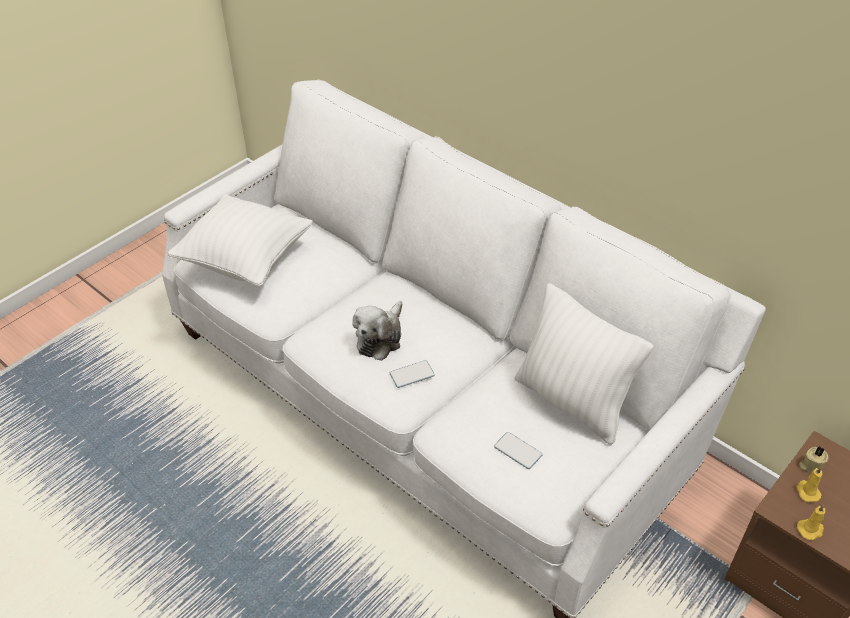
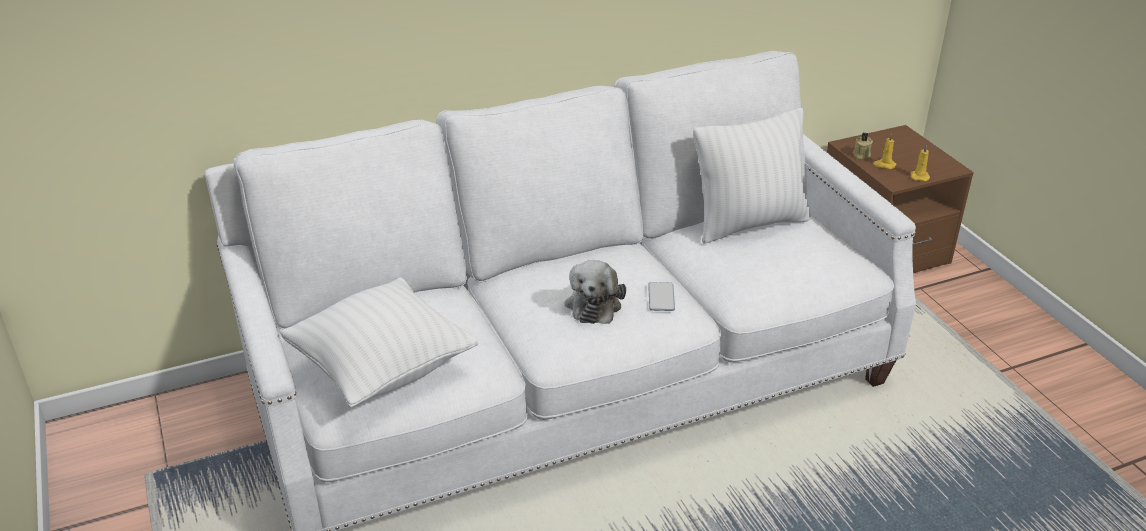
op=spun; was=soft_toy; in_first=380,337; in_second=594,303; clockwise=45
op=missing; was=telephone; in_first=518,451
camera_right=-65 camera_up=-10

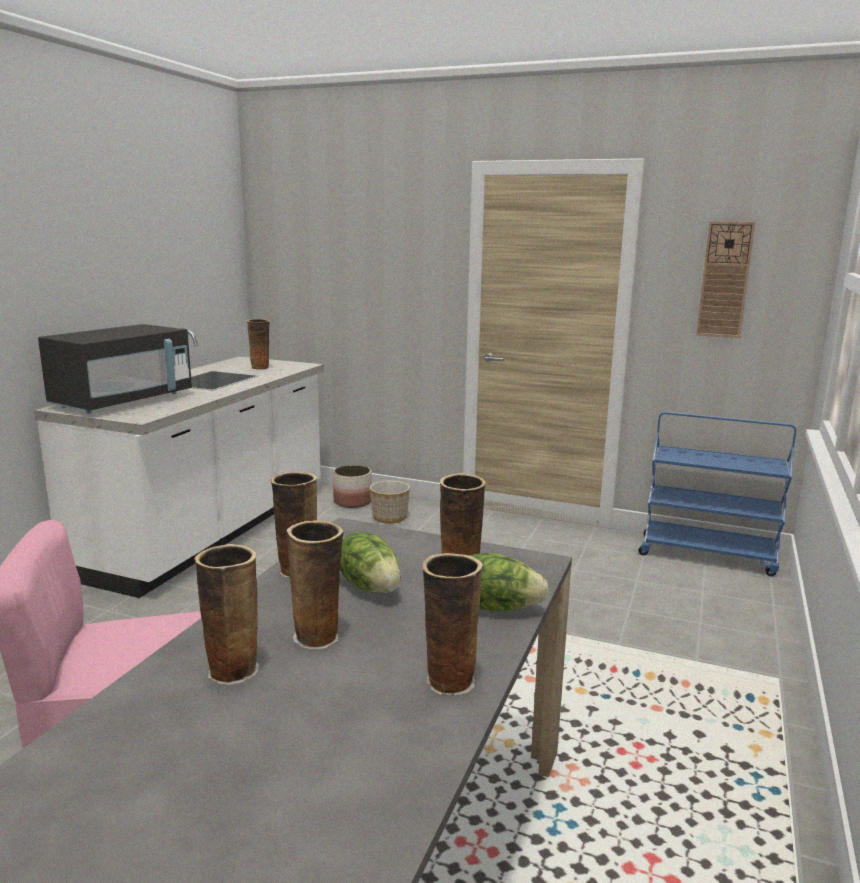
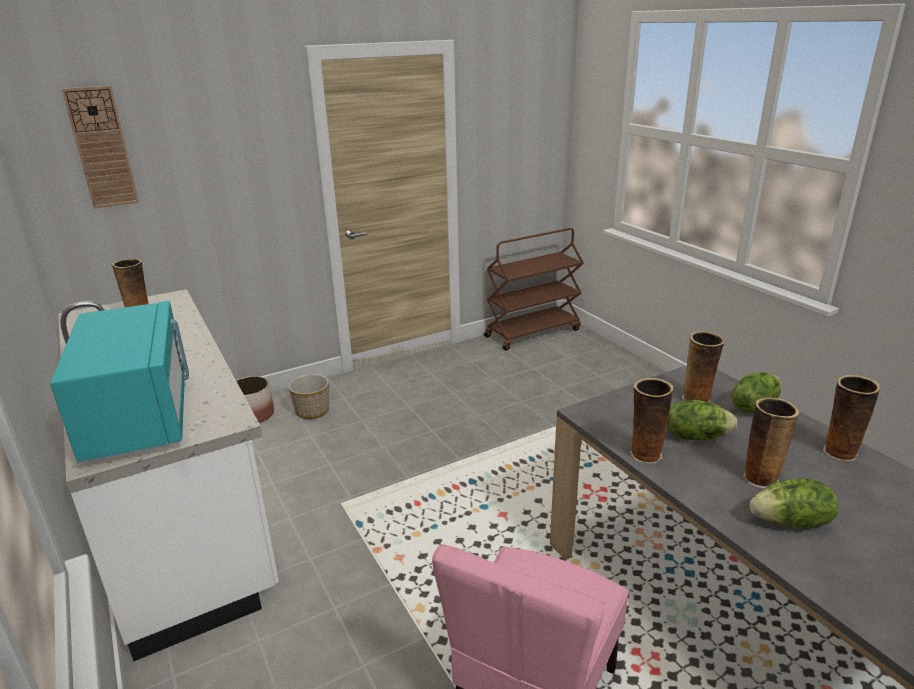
op=colour; was=blackish_kitchen_microwave; now=blue-green_kitchen_microwave; in_first=123,401; in_second=140,416
op=exchanged; was=vase; now=head_of_lettuce; in_first=233,669; in_second=791,523
op=colour; was=bluish_trolley; now=brownish_trolley; in_first=708,555; in_second=532,333
op=relocated; was=clock_on_the_wall; in_first=724,280; in_second=102,148
camera_right=-50 camera_up=10

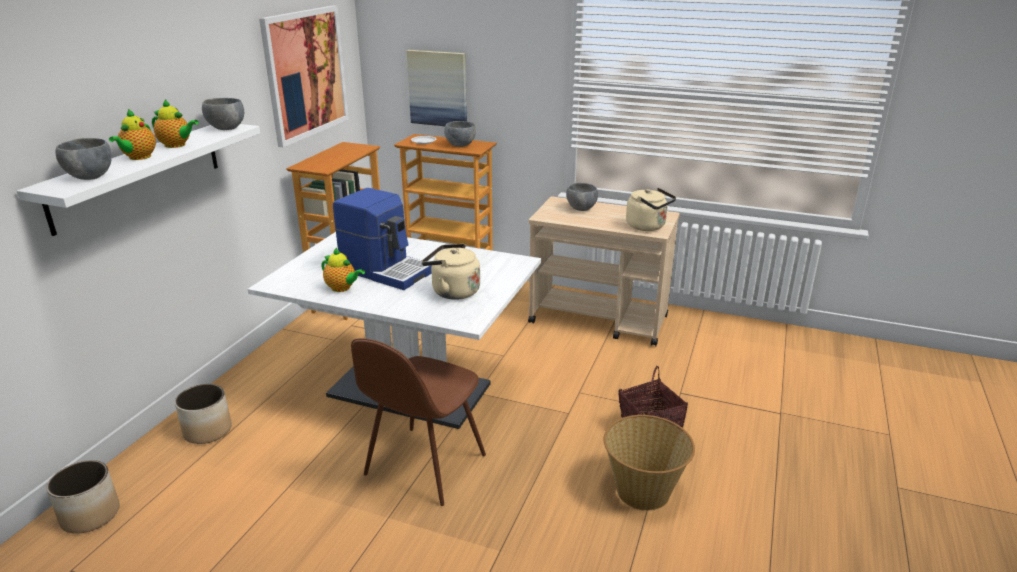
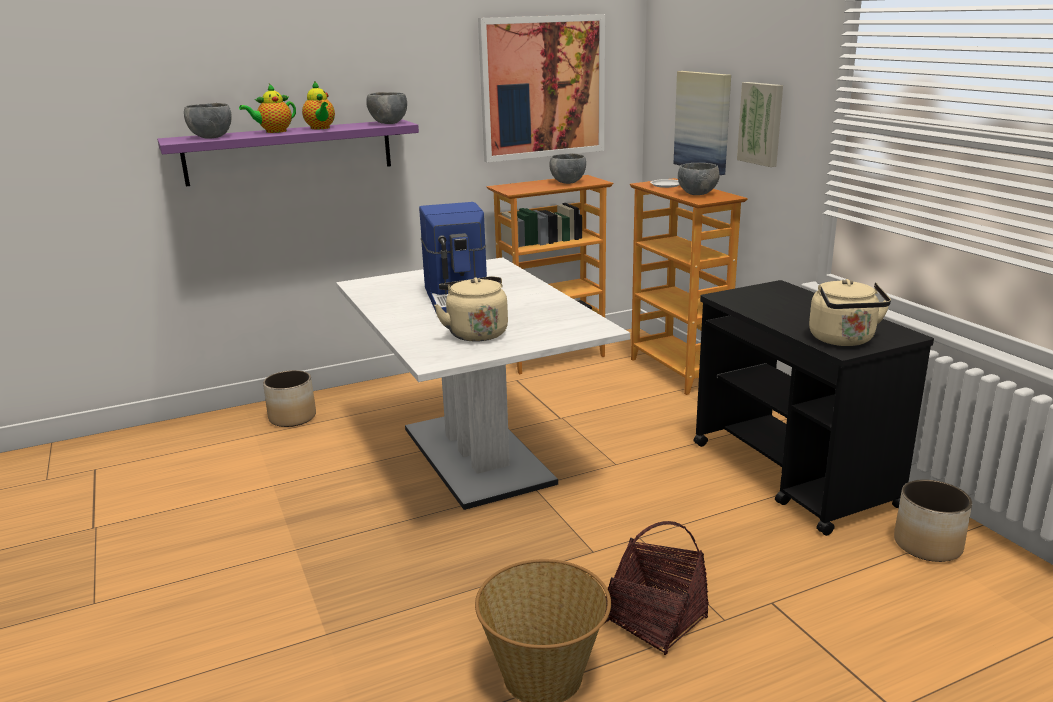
op=colour; was=white-coloured_bracket_shelf; now=purple-coloured_bracket_shelf; in_first=138,174; in_second=289,152
op=relocated; was=plant_pot; in_first=91,515; in_second=928,545
op=missing; was=pot_for_tea; in_first=342,288
op=missing; was=brownish_upright_chair; in_first=423,467
op=colour; was=sand-coloured_trolley; now=blackish_trolley; in_first=599,320; in_second=793,475
op=relocated; was=gray_deep_dish; in_first=581,209; in_second=567,182
op=appeared; now=wall_picture; in_second=762,123
camera_right=45 camera_up=-5

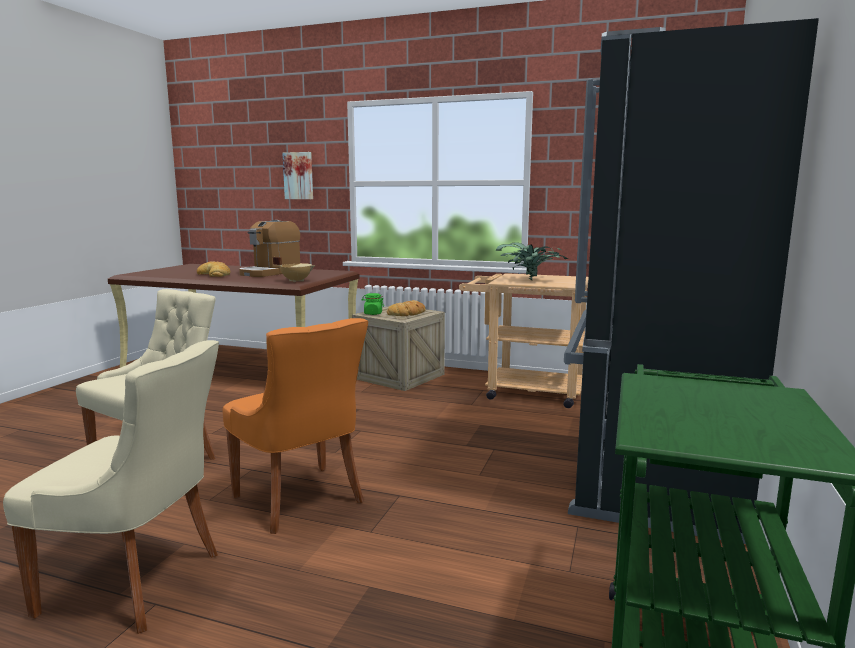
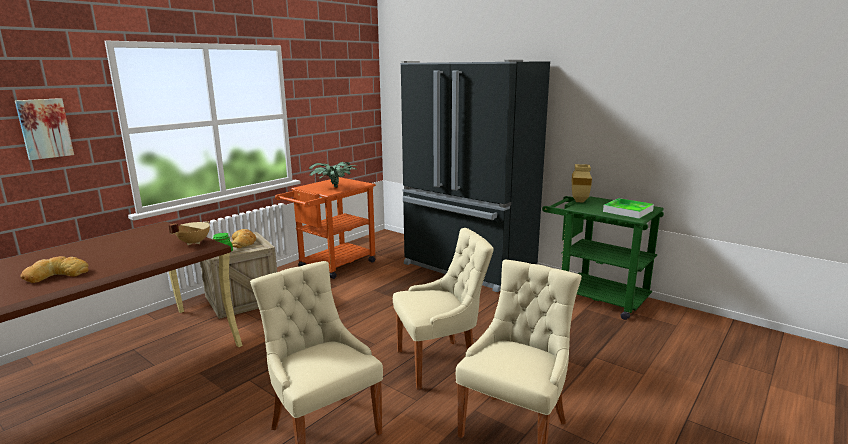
op=colour; was=orange_upright_chair; now=sand-coloured_upright_chair; in_first=301,500; in_second=440,362
op=missing; was=coffee_machine; in_first=270,272
op=colour; was=sand-coloured_trolley; now=orange_trolley; in_first=524,391; in_second=332,266
op=appeared; now=sand-coloured_vase; in_second=580,201
op=appeared; now=serving_tray; in_second=628,211
camera_right=-70 camera_up=5

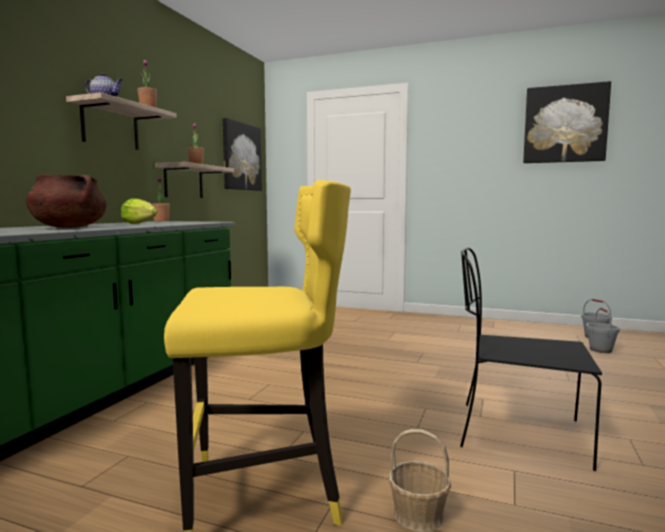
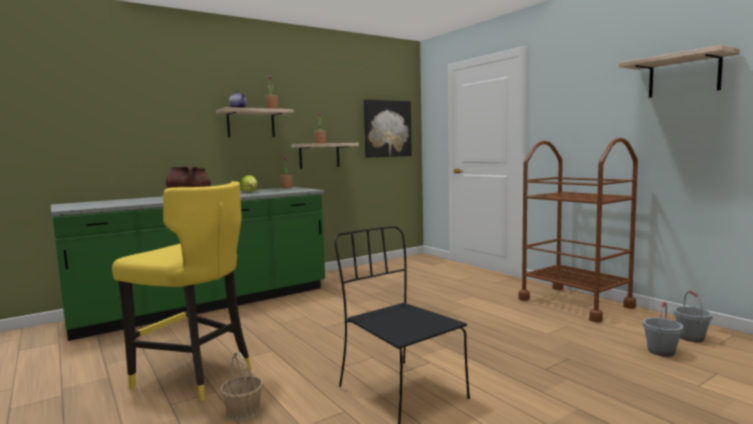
op=exchanged; was=wall_picture; now=bracket_shelf; in_first=565,124; in_second=684,76
op=appeared; now=brownish_trolley; in_second=575,303
camera_right=35 camera_up=0

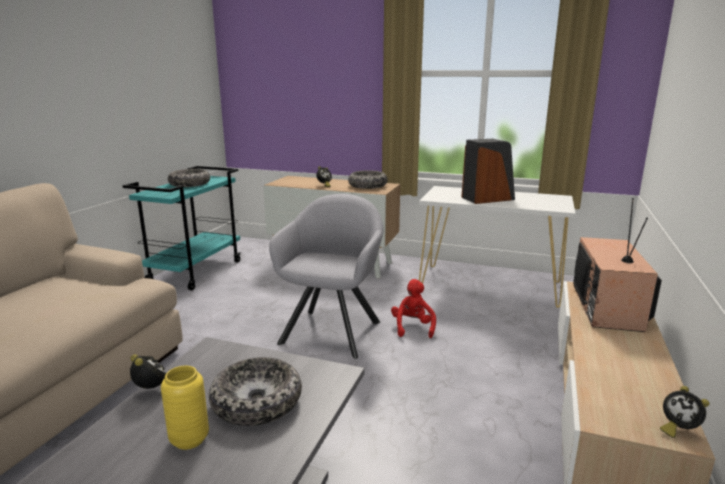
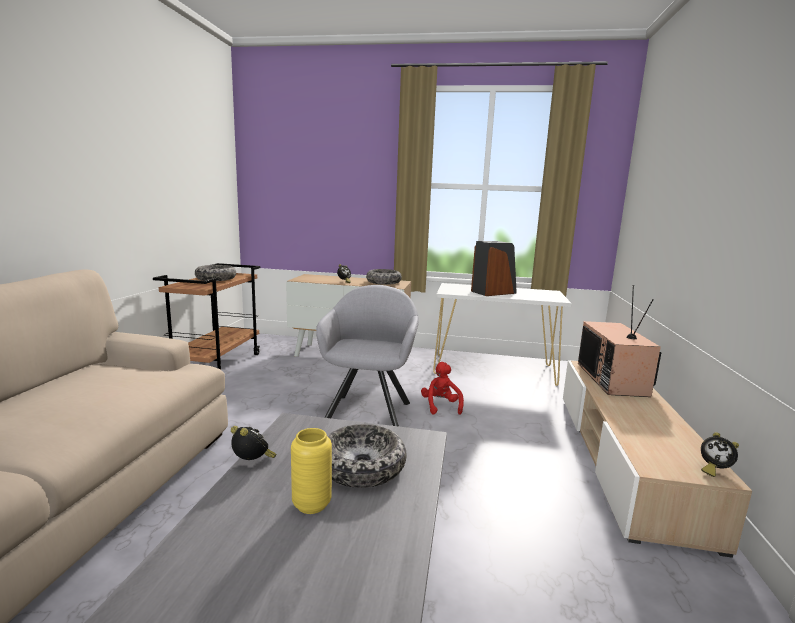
op=colour; was=blue-green_trolley; now=brownish_trolley; in_first=196,271; in_second=217,364
camera_right=-10 camera_up=-5

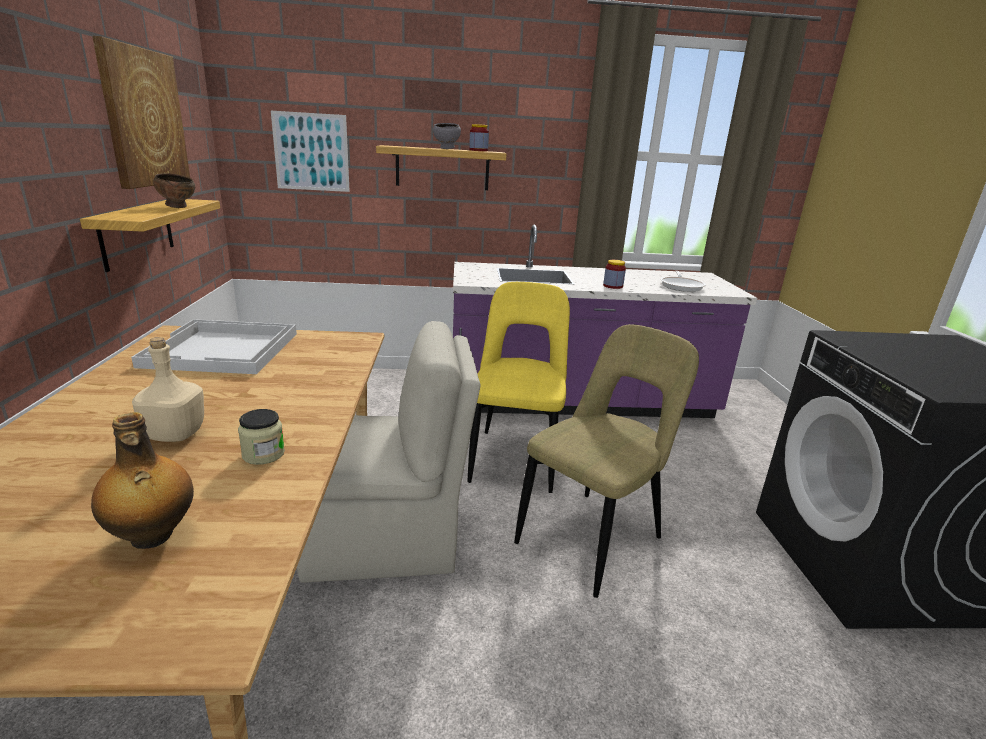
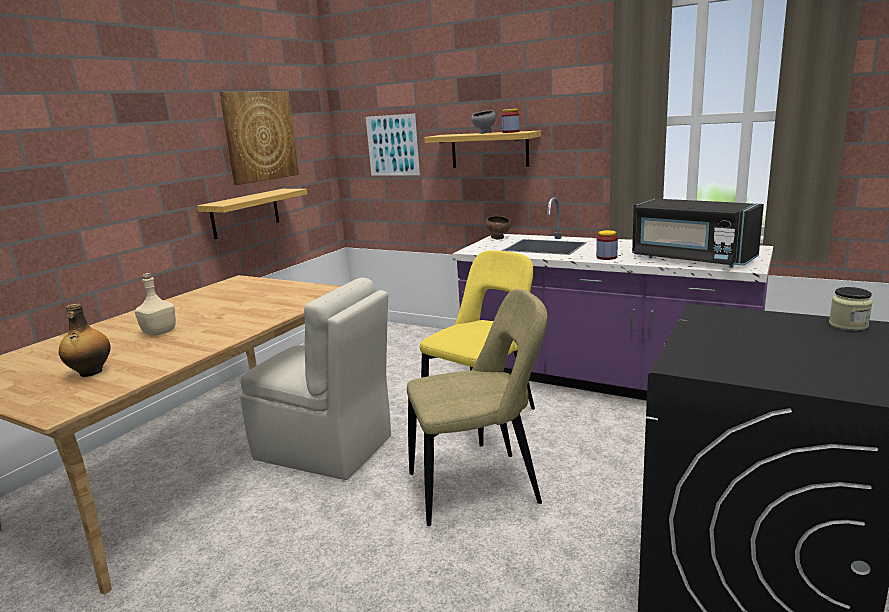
op=missing; was=white-coloured_serving_tray; in_first=223,350
op=relocated; was=brownish_deep_dish; in_first=178,207; in_second=498,238
op=relocated; was=storage_jar; in_first=263,454; in_second=848,325
op=exchanged; was=frying_pan; now=blackish_kitchen_microwave; in_first=681,286; in_second=691,259
camera_right=35 camera_up=-5

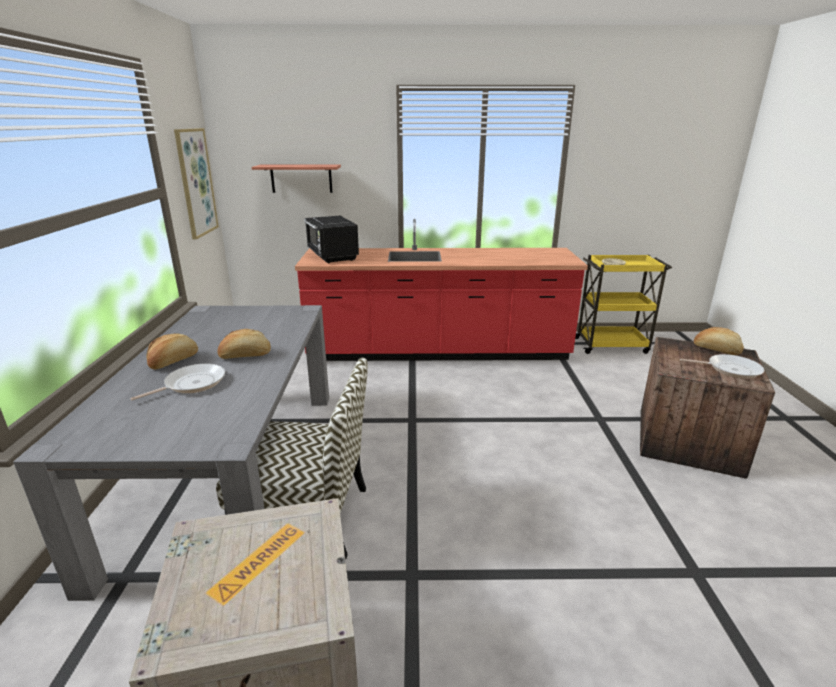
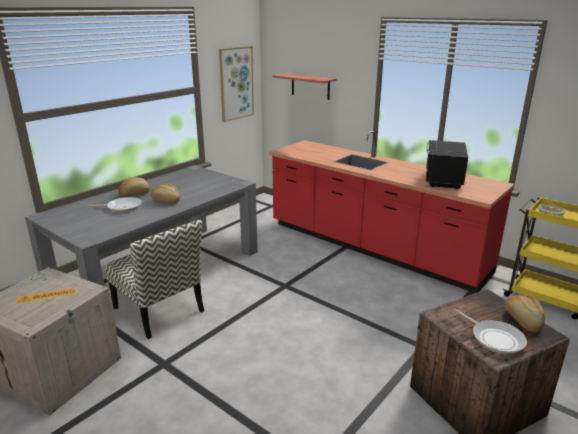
op=relocated; was=blackish_kitchen_microwave; in_first=332,256; in_second=442,180
camera_right=40 camera_up=0

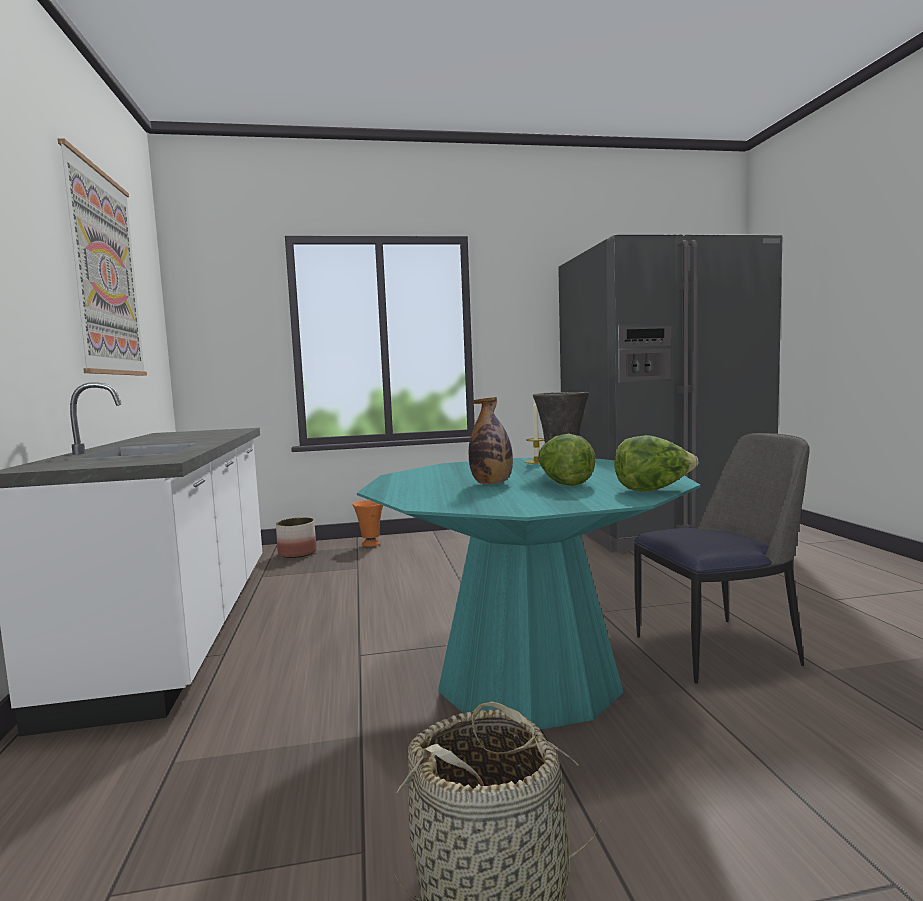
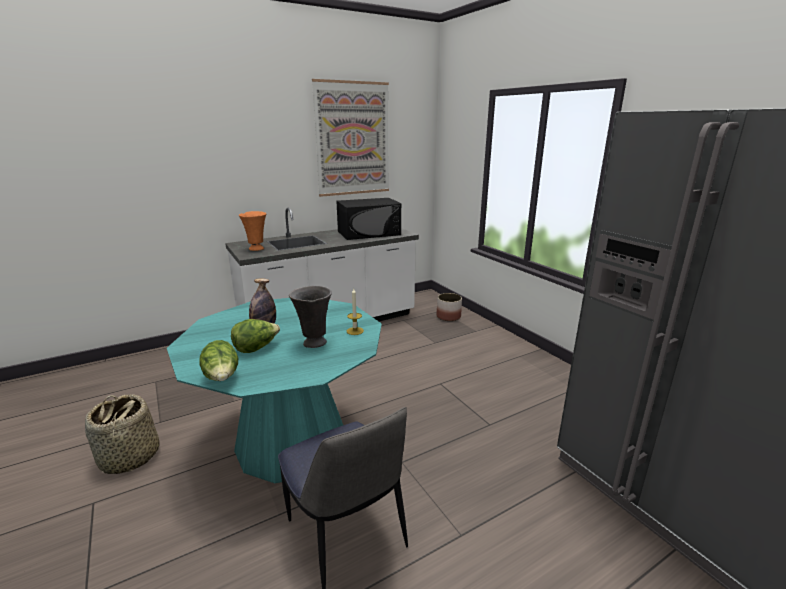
op=relocated; was=orange_vase; in_first=370,544; in_second=256,248
op=appeared; now=blackish_kitchen_microwave; in_second=369,233
camera_right=70 camera_up=15

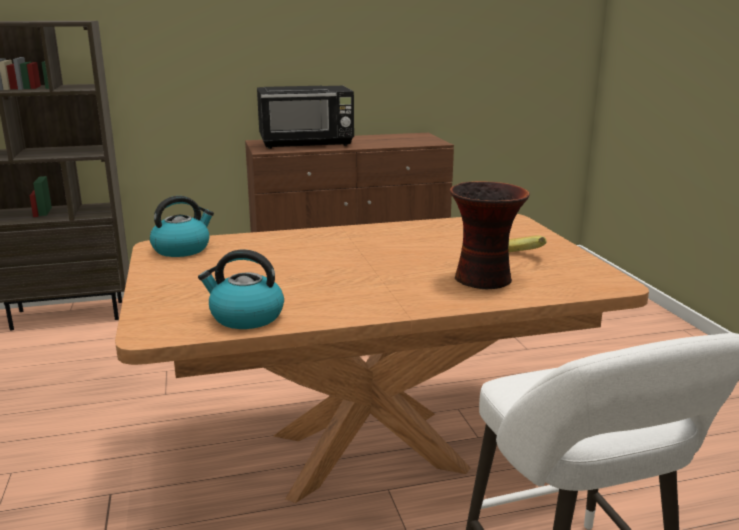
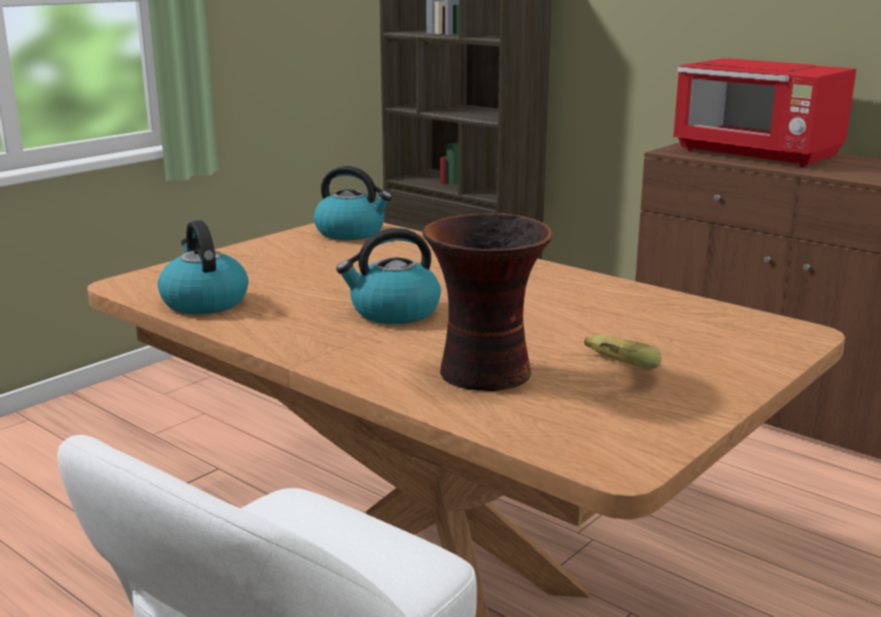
op=colour; was=blackish_kitchen_microwave; now=reddish_kitchen_microwave; in_first=307,144; in_second=757,154
op=appeared; now=kettle; in_second=393,312
camera_right=55 camera_up=0

